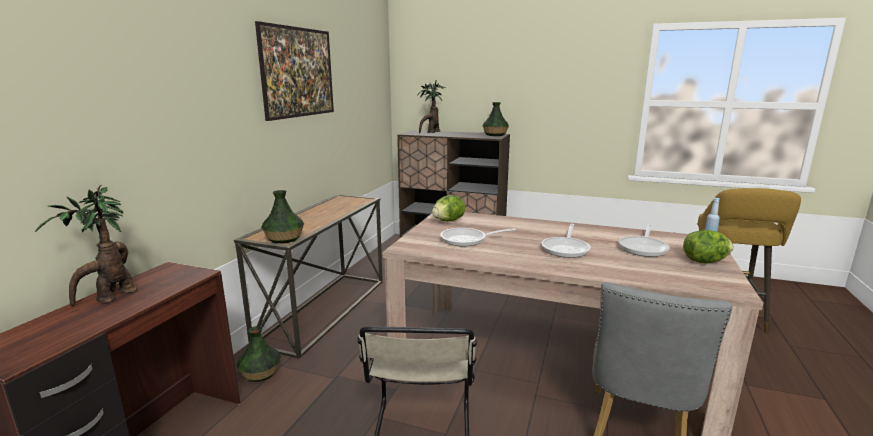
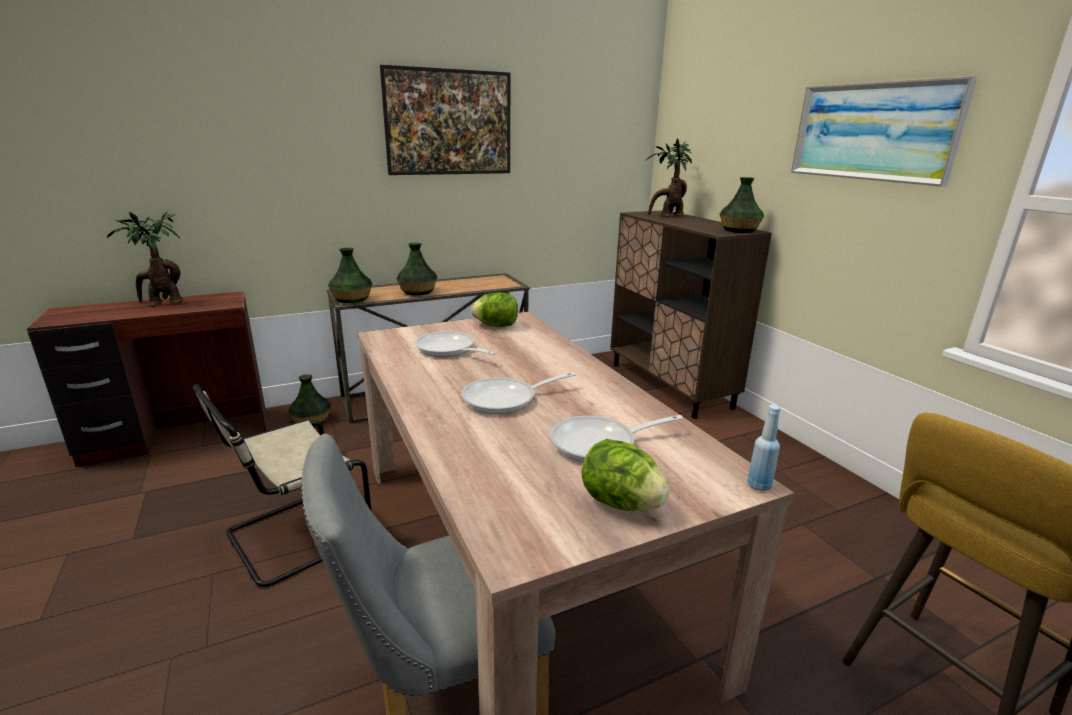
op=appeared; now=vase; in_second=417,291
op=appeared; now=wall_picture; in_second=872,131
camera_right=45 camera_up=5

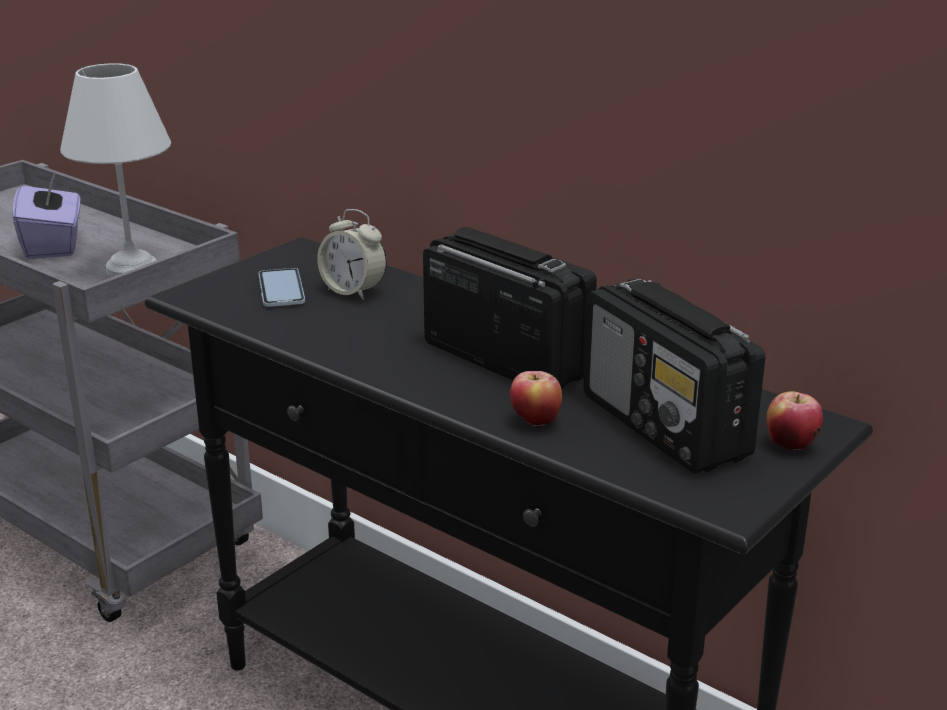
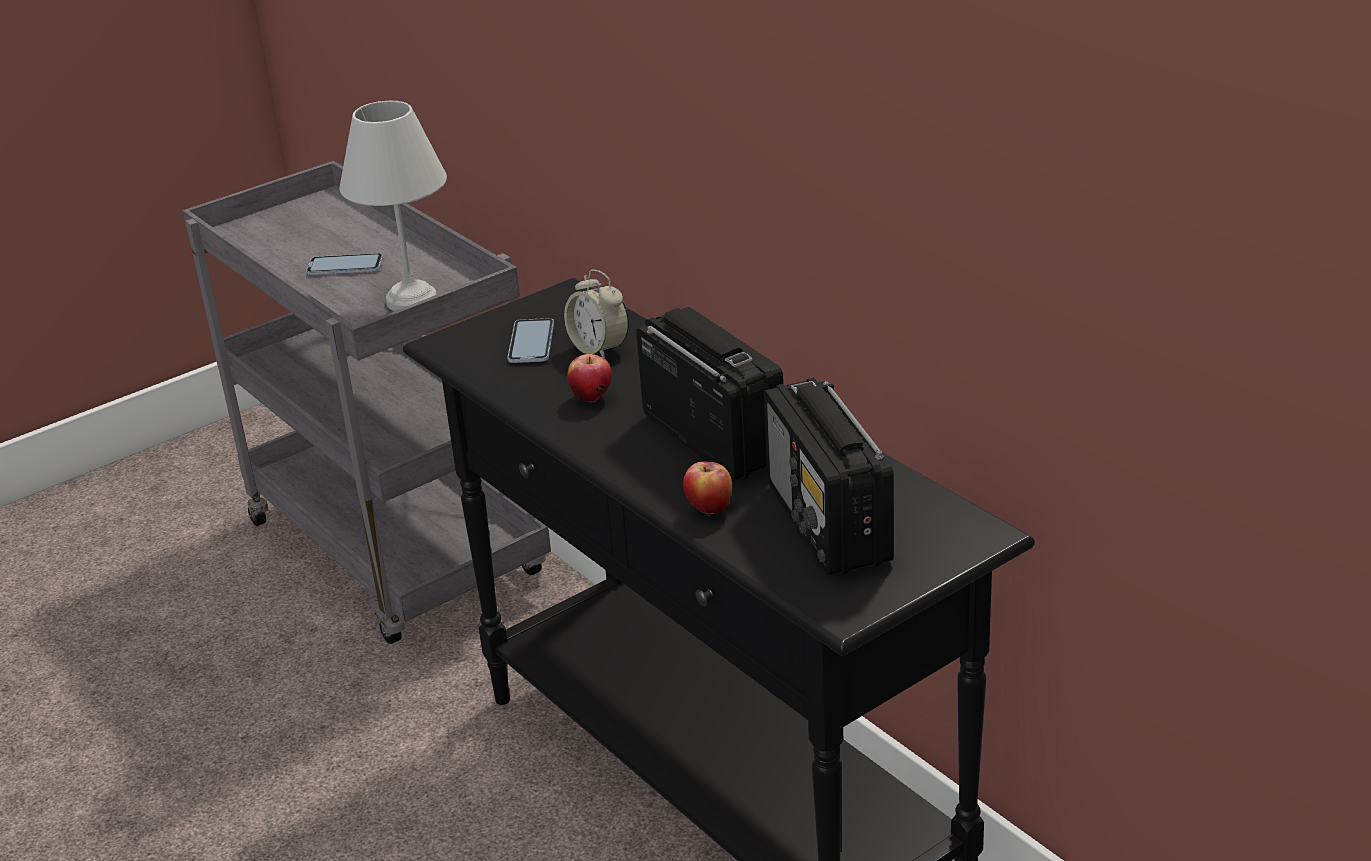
op=exchanged; was=purple-coloured_box_of_tissues; now=telephone; in_first=53,245; in_second=345,266
op=relocated; was=apple_fruit; in_first=791,445; in_second=592,398
camera_right=15 camera_up=5

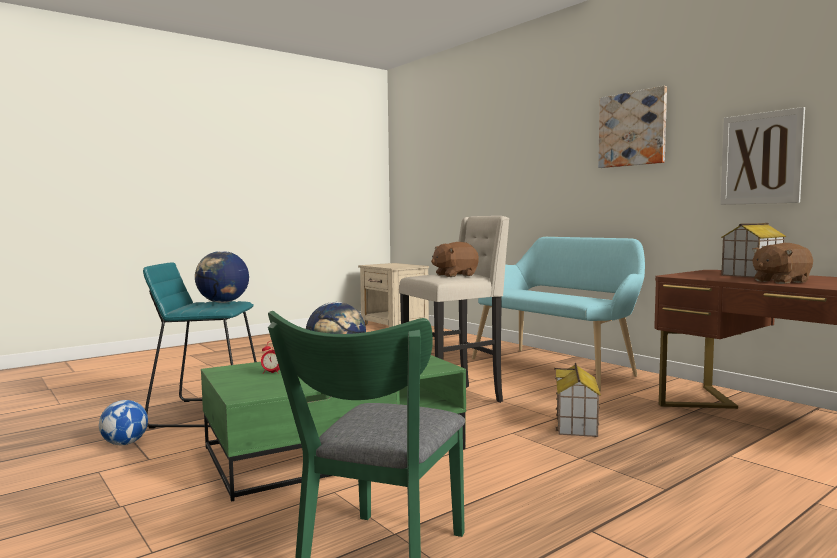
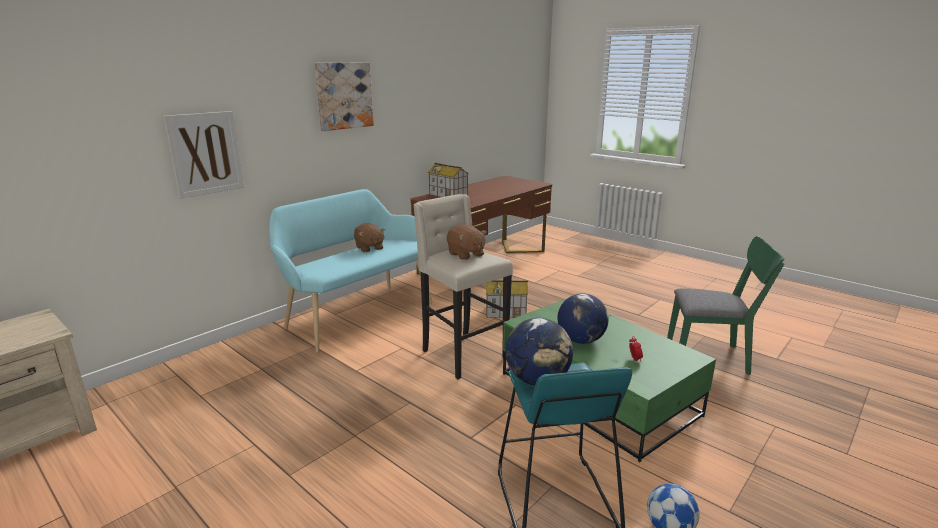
op=relocated; was=wall_picture; in_first=761,158; in_second=205,153
op=relocated; was=brownish_soft_toy; in_first=780,281; in_second=369,248
camera_right=-100 camera_up=15

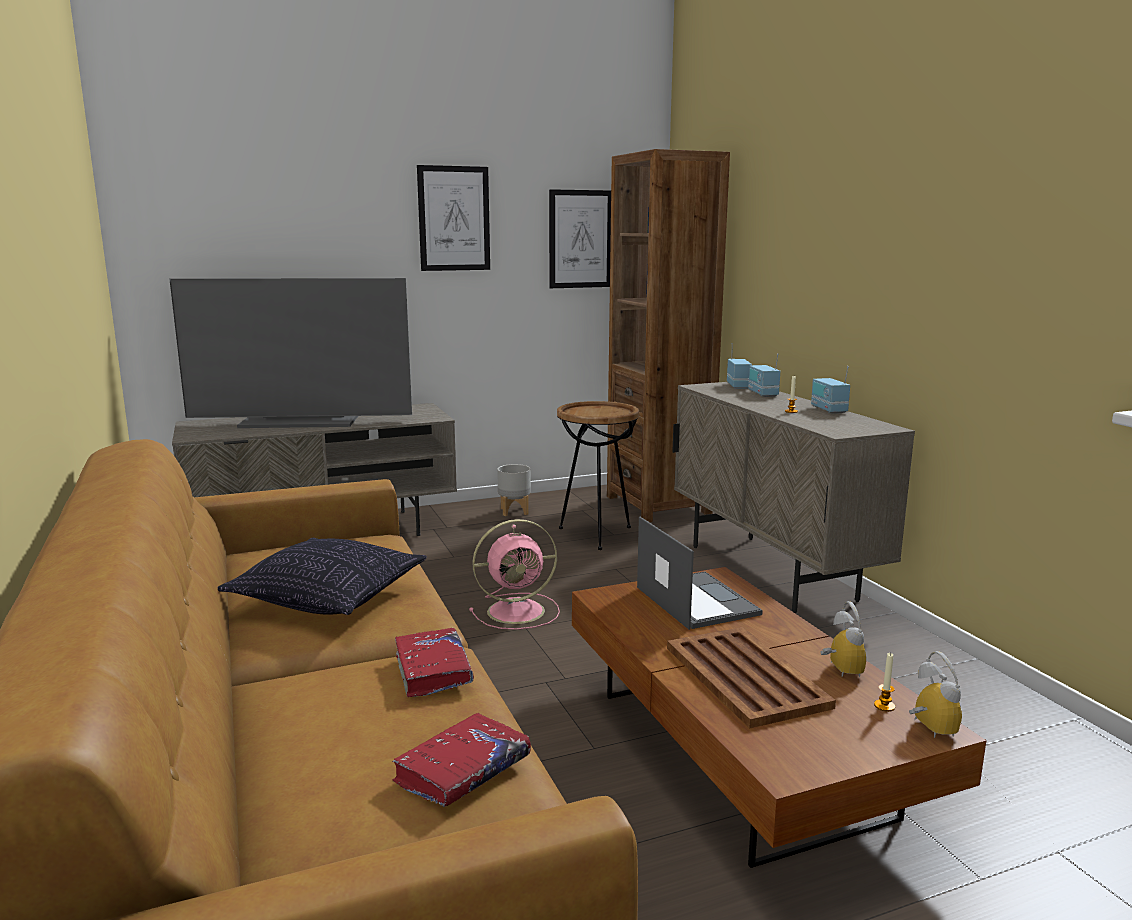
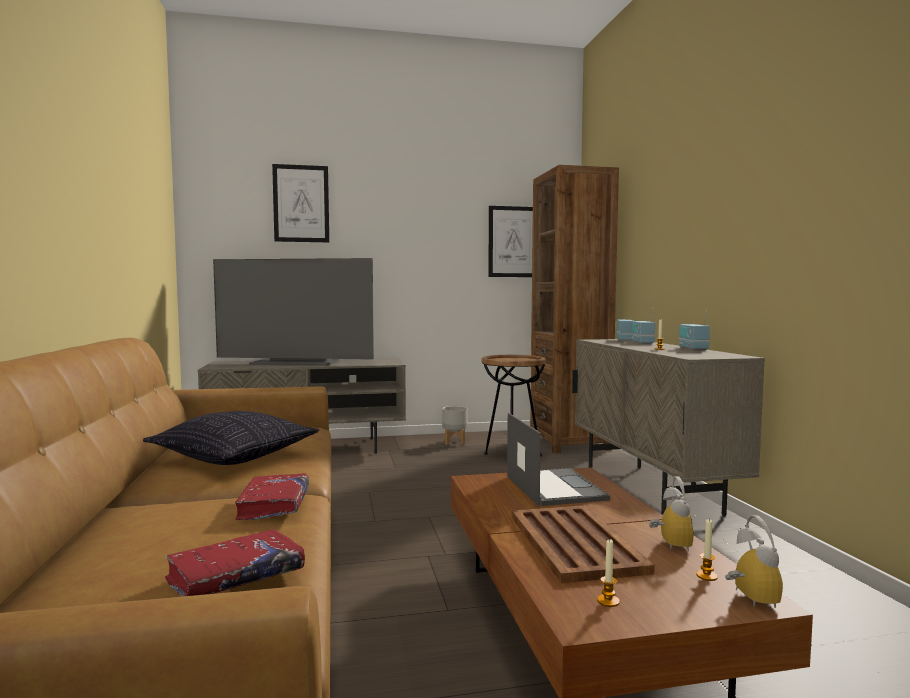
op=relocated; was=wall_picture; in_first=454,218; in_second=301,203
op=missing; was=pink-coloured_fan; in_first=518,611
op=appeared; now=wax_candle; in_second=608,601
camera_right=10 camera_up=-10

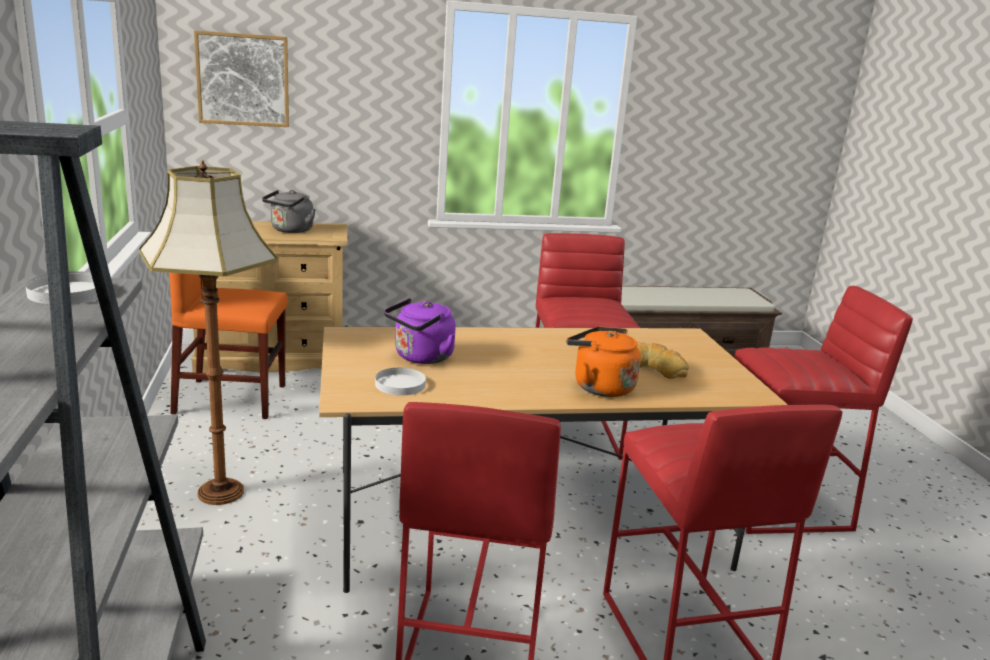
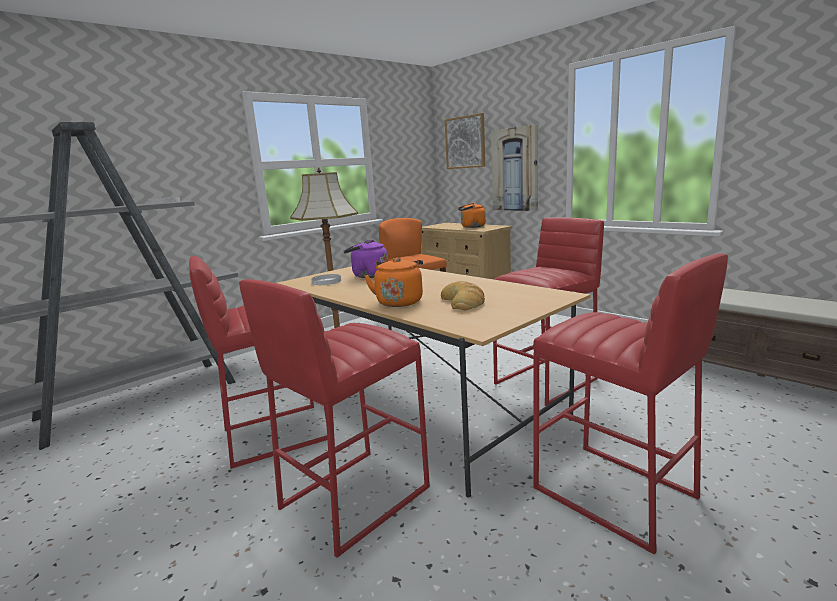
op=colour; was=gray_kettle; now=orange_kettle; in_first=290,230; in_second=471,227
op=appeared; now=wall_picture; in_second=515,169
camera_right=60 camera_up=-5

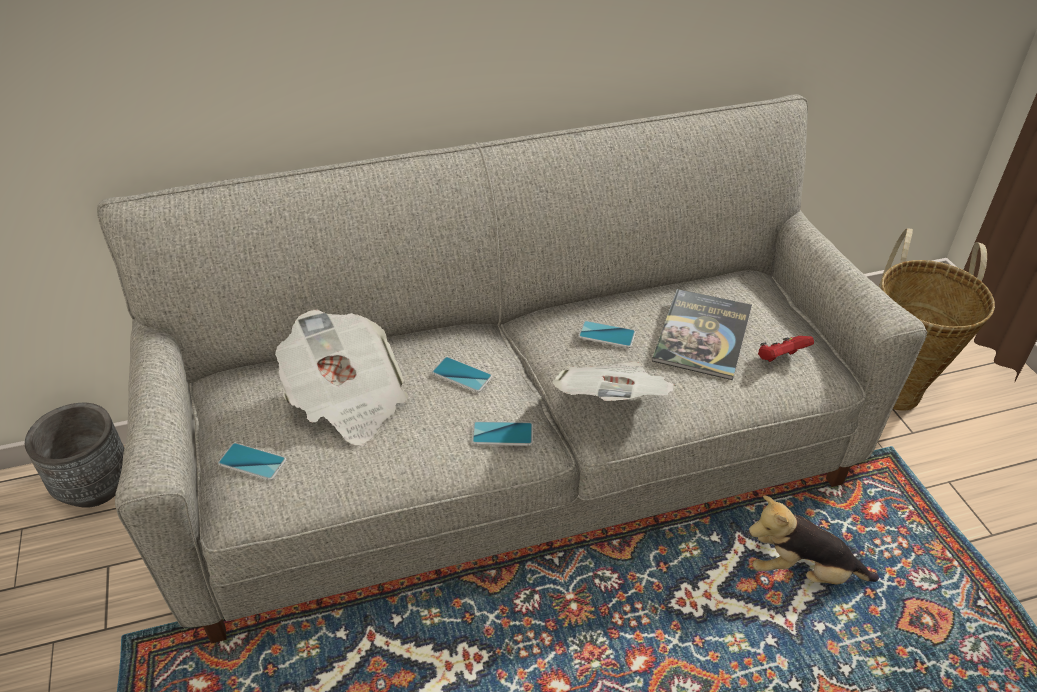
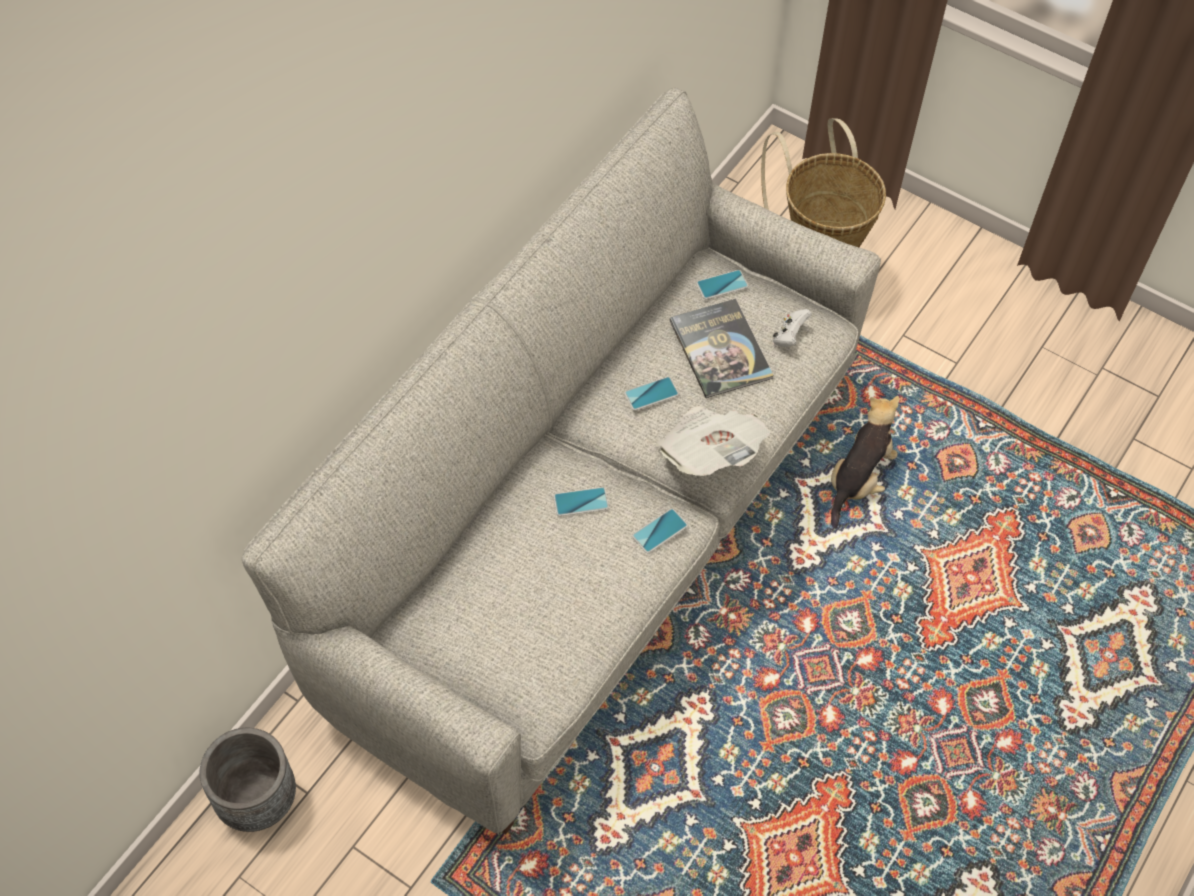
op=relocated; was=telephone; in_first=252,462; in_second=722,285
op=missing; was=printed_paper; in_first=347,400
op=spun; was=soft_toy; in_first=802,571; in_second=858,479; clockwise=150
op=colour; was=reddish_game_controller; now=white-coloured_game_controller; in_first=780,358; in_second=789,336
camera_right=-40 camera_up=15

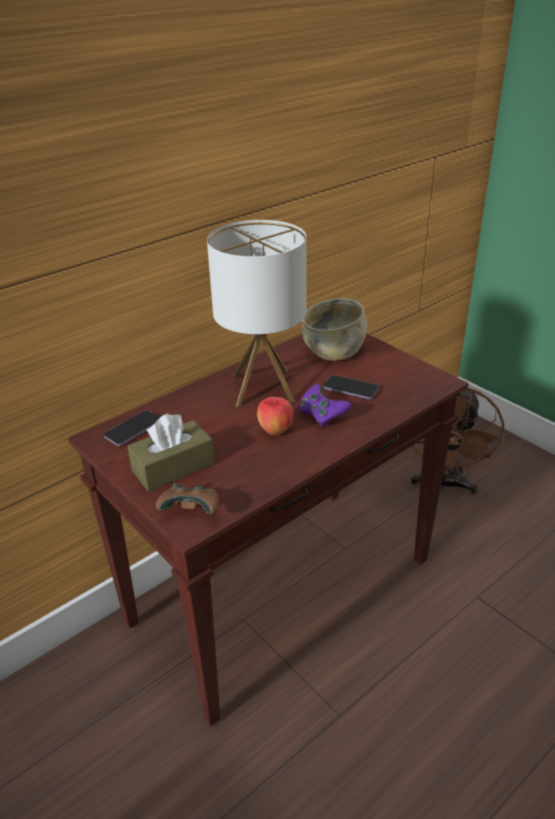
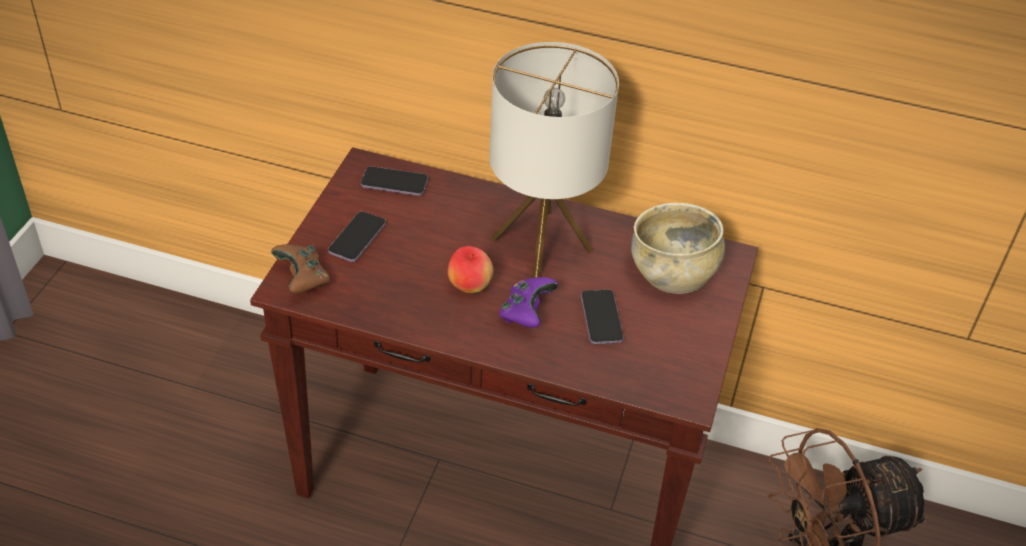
op=exchanged; was=brownish_box_of_tissues; now=telephone; in_first=173,467; in_second=357,238
camera_right=55 camera_up=10

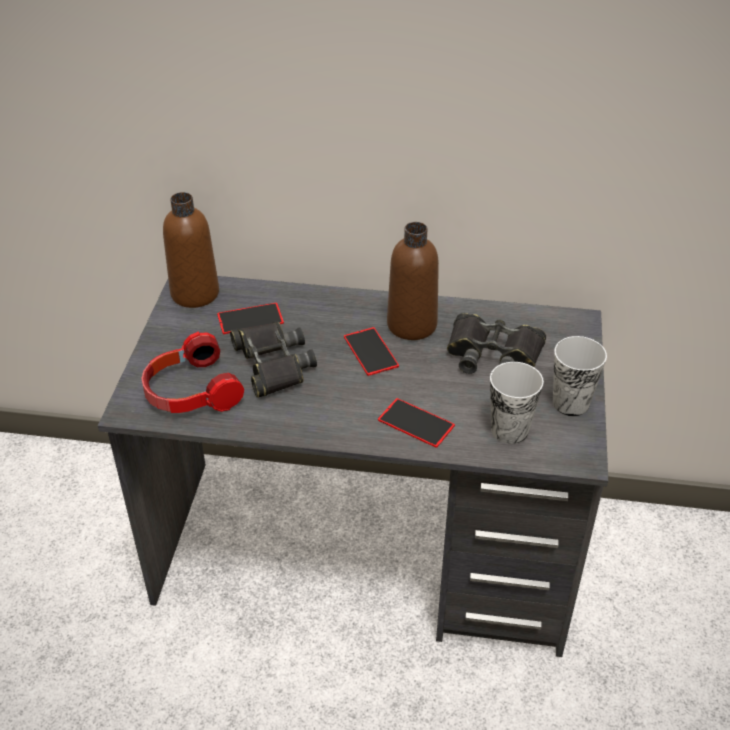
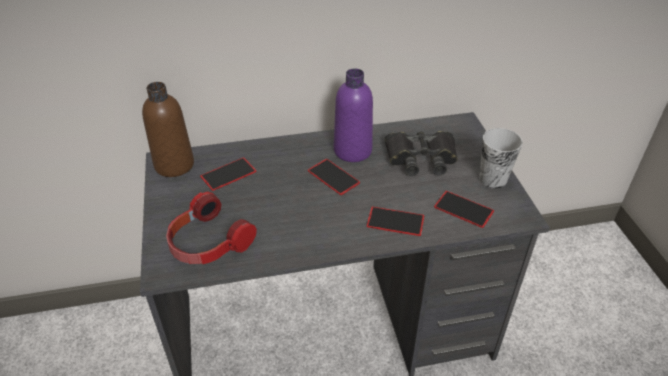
op=missing; was=blackish_pair_of_binoculars; in_first=272,364
op=colour; was=brownish_bottle; now=purple-coloured_bottle; in_first=412,325; in_second=352,150
op=exchanged; was=small_cup; now=telephone; in_first=509,430; in_second=463,209
camera_right=-20 camera_up=0

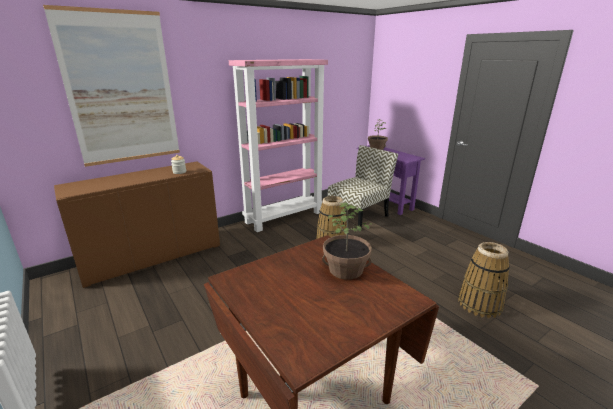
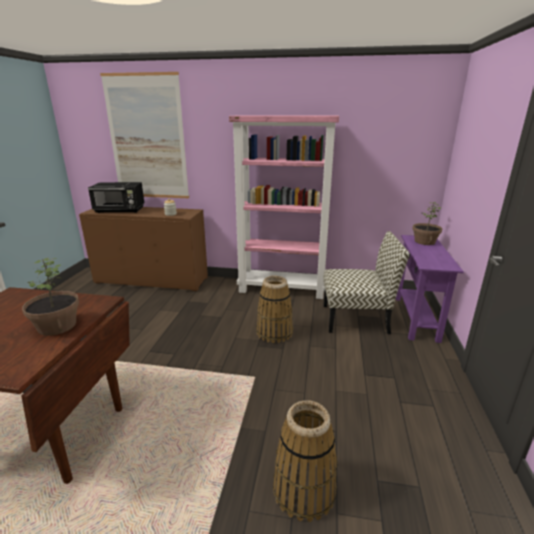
op=appeared; now=blackish_kitchen_microwave; in_second=120,210
camera_right=45 camera_up=0

